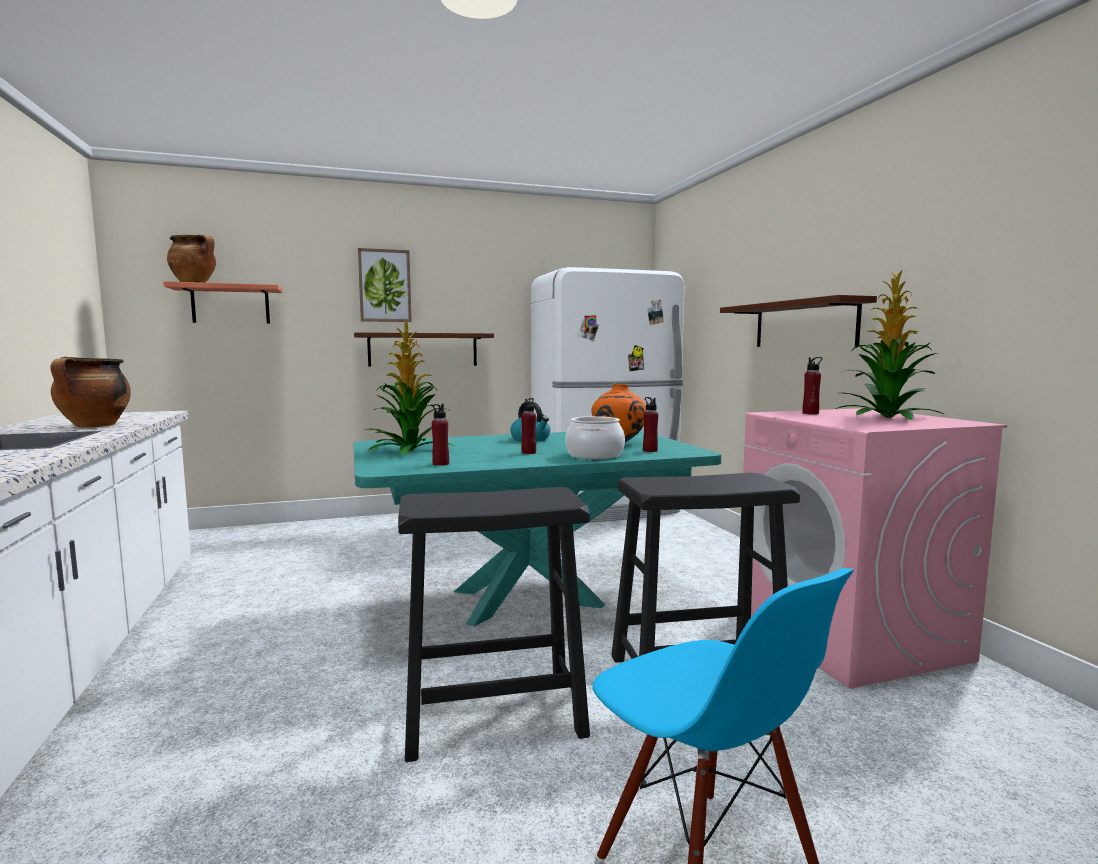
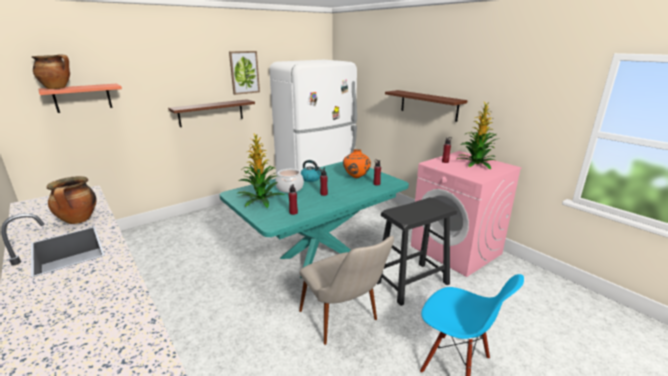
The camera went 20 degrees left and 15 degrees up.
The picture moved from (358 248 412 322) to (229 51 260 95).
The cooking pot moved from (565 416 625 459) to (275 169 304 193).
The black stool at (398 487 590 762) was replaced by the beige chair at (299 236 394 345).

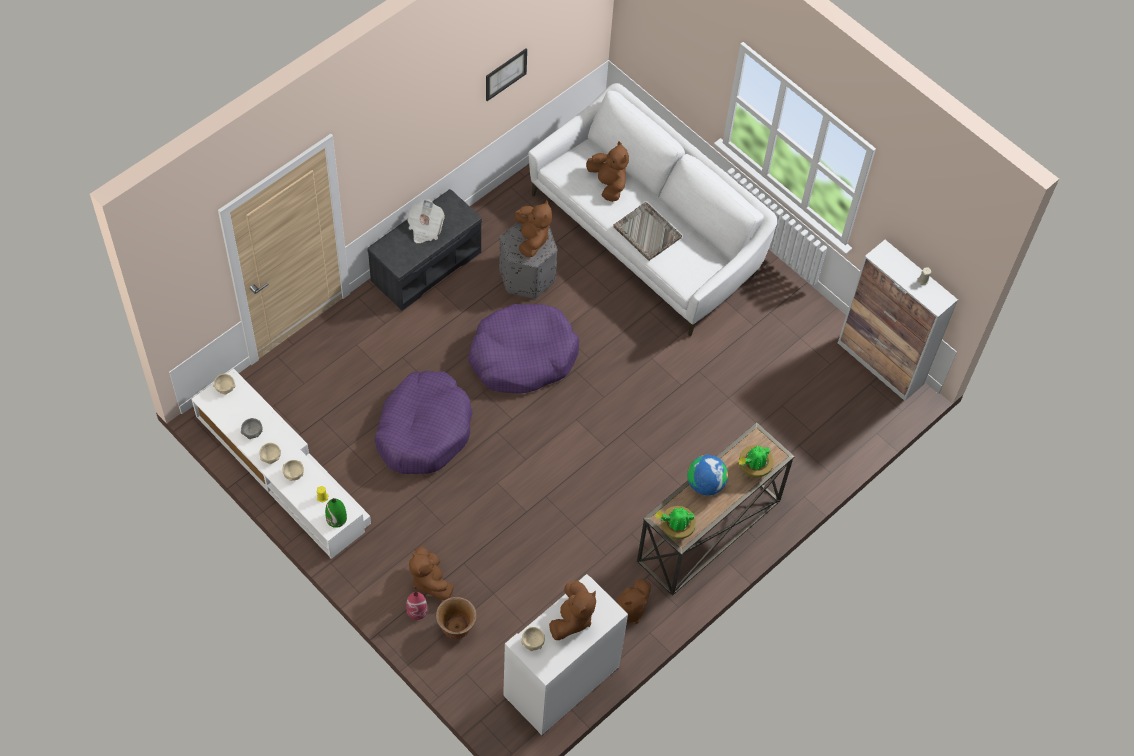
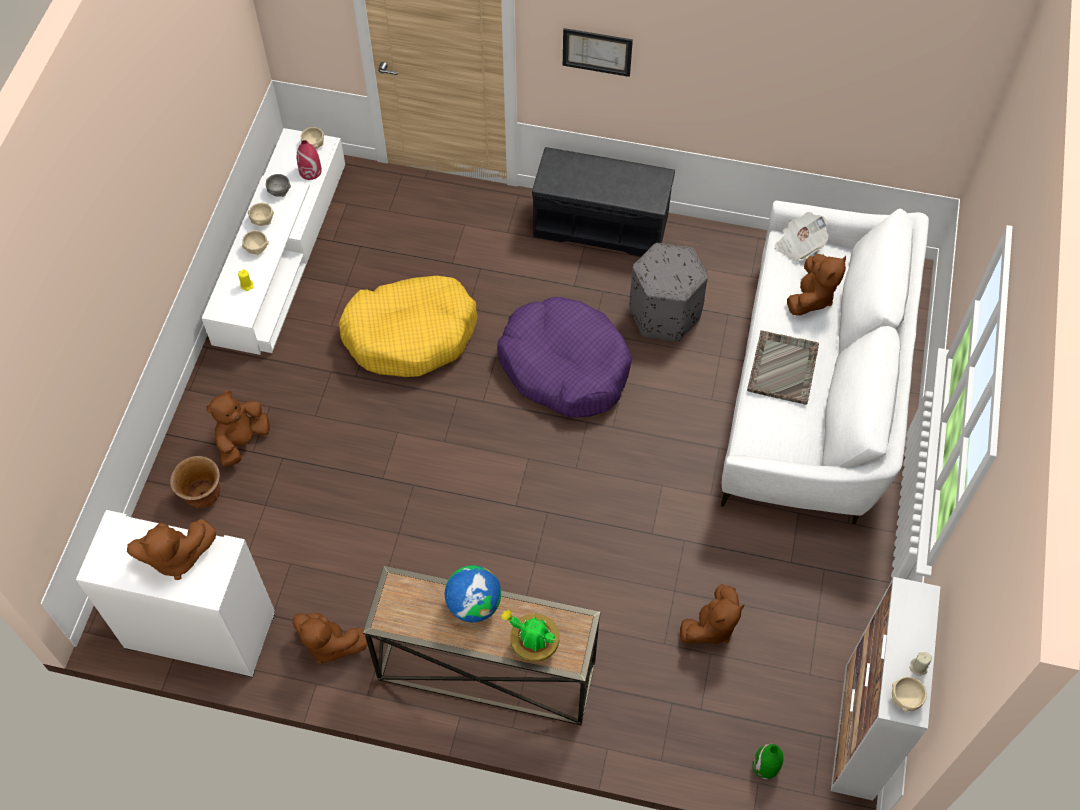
The camera went 60 degrees right and 0 degrees up.
The potted plant at (655 506 696 539) disappeared.
The green vase moved from (325 498 347 528) to (752 744 783 779).
The red vase moved from (406 592 427 620) to (297 140 322 180).
The newspaper moved from (407 199 445 243) to (775 212 829 262).
The picture moved from (486 48 527 101) to (563 28 633 77).
The brown plush toy moved from (515 200 552 257) to (680 584 744 644).
The beige bowl moved from (521 627 545 651) to (892 677 927 712).
The purple dog bed at (374 370 473 474) became the yellow dog bed at (338 276 478 377).

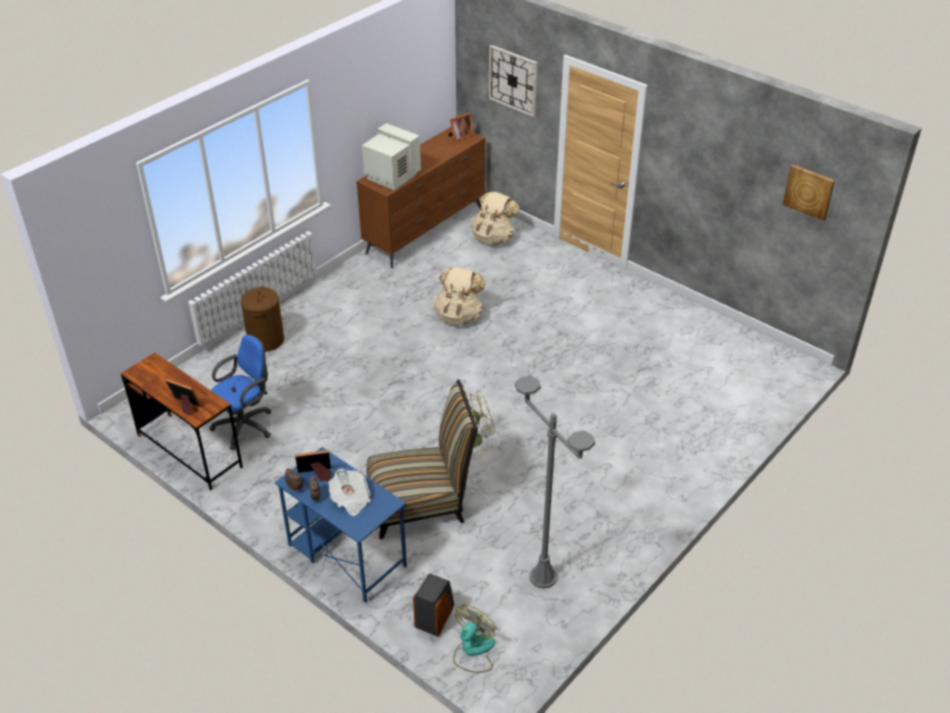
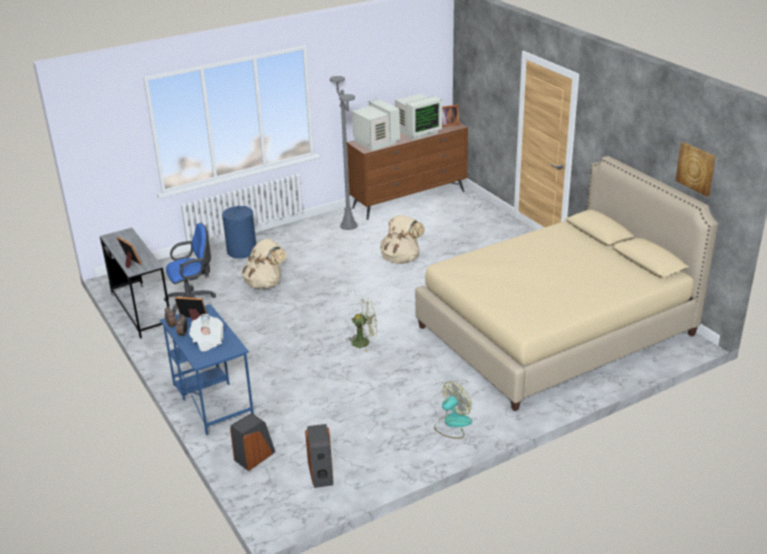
The camera went 20 degrees right and 10 degrees down.
The chair at (366 380 478 539) disappeared.
The wall clock at (489 45 537 117) disappeared.
The speaker at (305 424 333 488) appeared.
The monitor at (395 94 442 140) appeared.
The beige bed at (415 156 718 411) appeared.
The fan moved from (453 604 496 673) to (434 381 472 439).
The beige backpack moved from (471 191 519 245) to (241 239 286 289).
The grey floor lamp moved from (515 376 595 589) to (330 76 357 230).
The brown desk at (121 353 243 490) became the grey desk at (100 228 169 338).
The brown laundry basket at (241 286 284 352) became the blue laundry basket at (222 206 256 259).

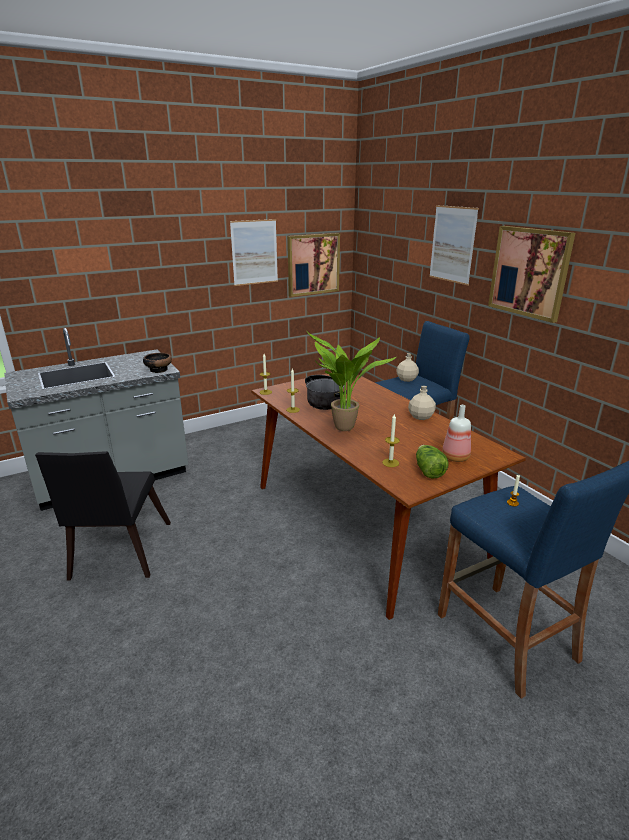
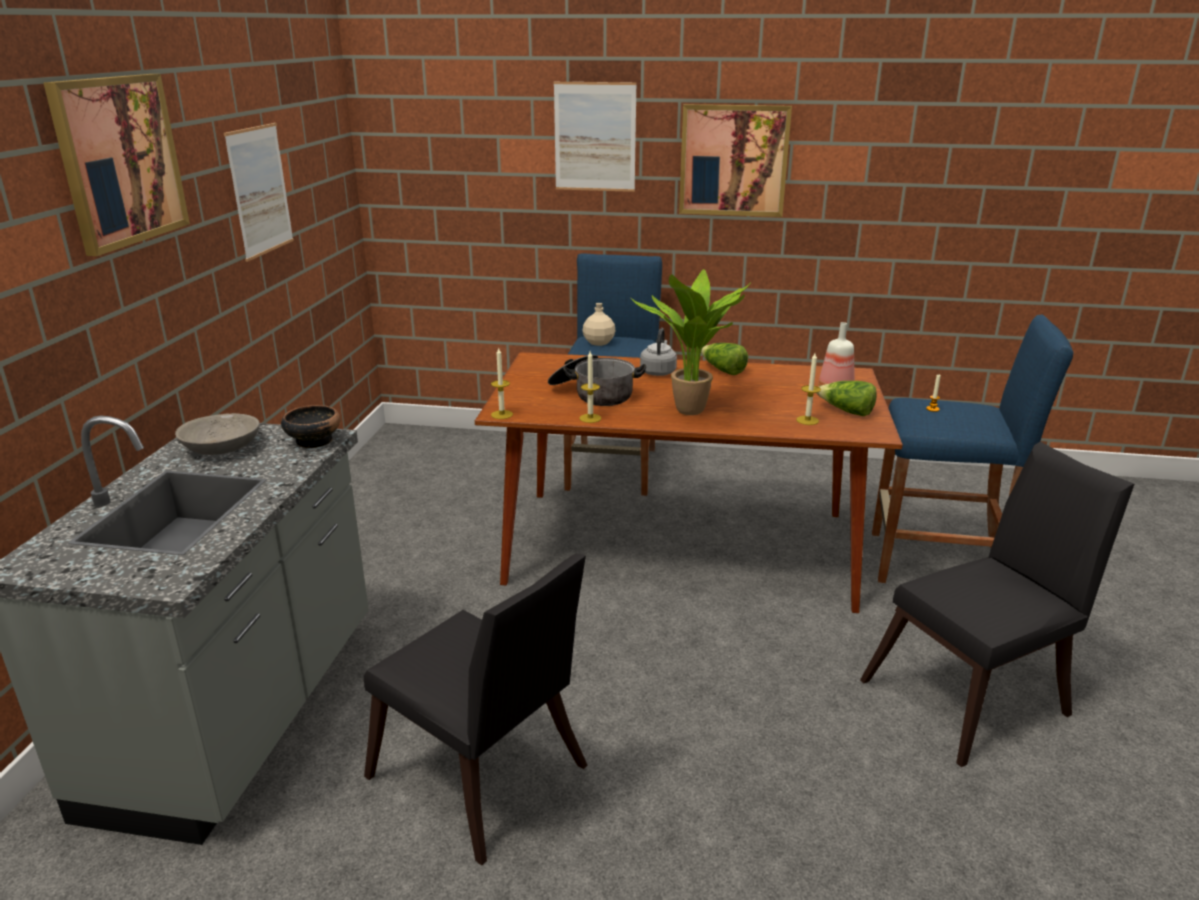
The camera went 50 degrees left and 0 degrees up.
The grey bowl at (175 413 260 455) appeared.
The grey kettle at (640 328 677 376) appeared.
The black chair at (860 442 1134 767) appeared.
The picture moved from (288 233 340 297) to (43 74 190 256).
The beige bottle at (408 385 436 420) was replaced by the lettuce at (701 343 748 375).

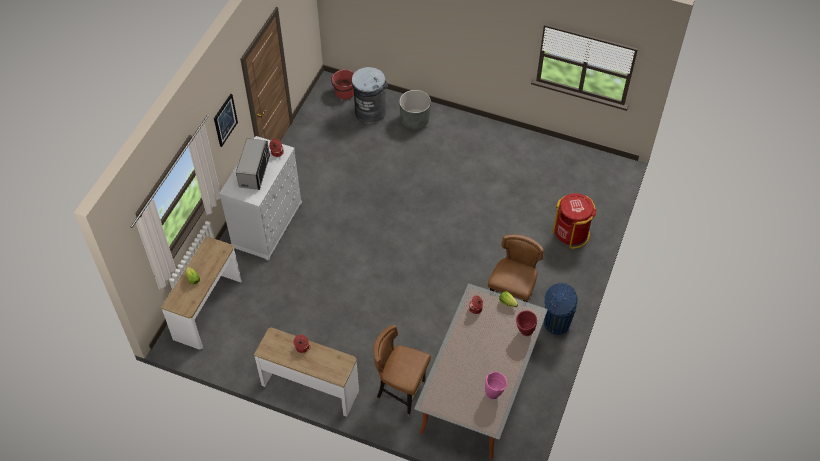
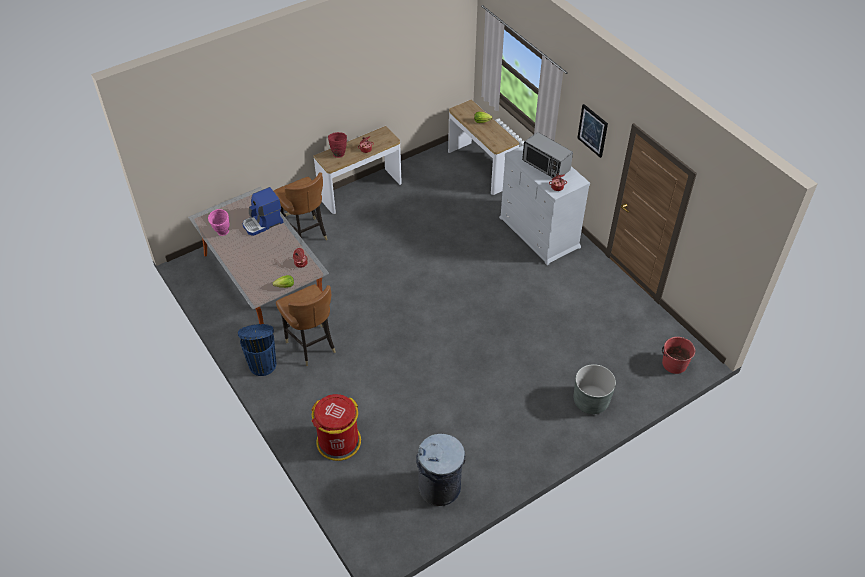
The camera went 125 degrees right and 5 degrees down.
The coffee machine at (243 187 284 236) appeared.
The grey trash can moved from (352 67 388 124) to (416 434 466 506).
The red vase moved from (516 310 537 336) to (328 132 347 158).
The brown chair at (373 325 431 417) turned 90 degrees clockwise.

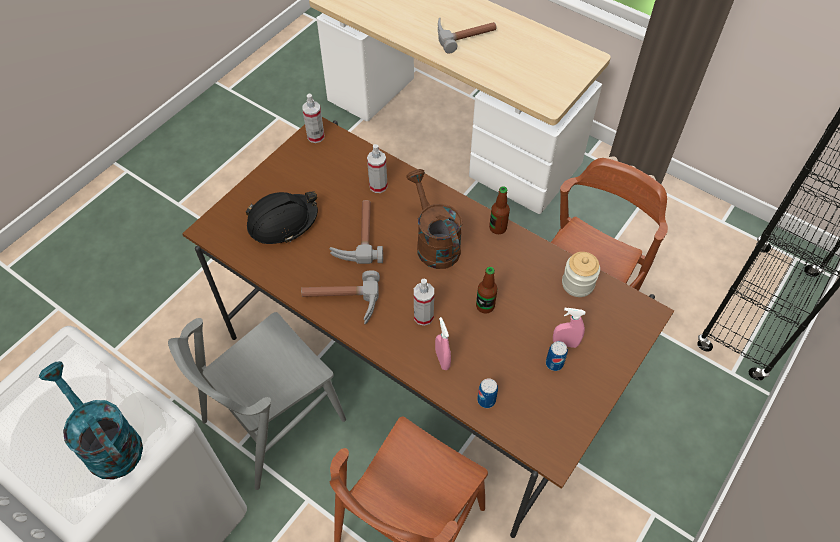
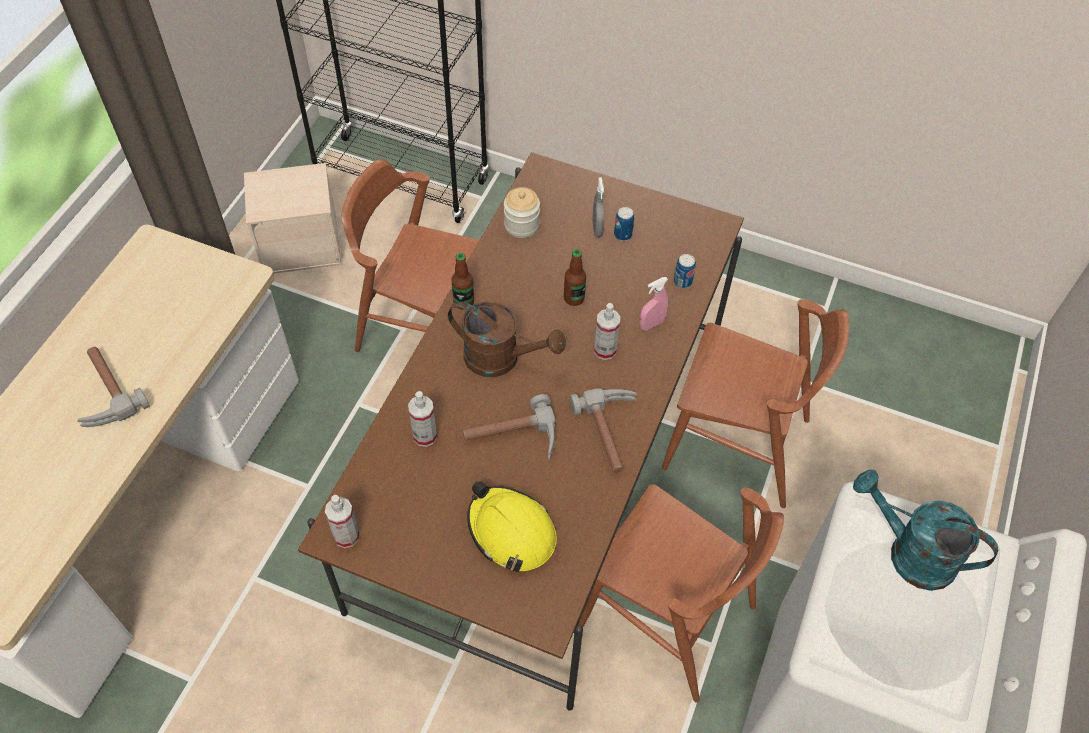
The camera went 105 degrees left and 0 degrees up.
The beige storage box at (244 163 342 274) appeared.
The grey chair at (168 312 346 490) became the brown chair at (578 484 784 703).
The black hard hat at (246 191 318 244) became the yellow hard hat at (467 481 557 572).
The pink spray bottle at (553 308 585 348) became the grey spray bottle at (592 177 604 237).
The turquoise watering can at (39 361 143 480) turned 90 degrees clockwise.
The brown watering can at (406 169 462 269) turned 120 degrees counterclockwise.

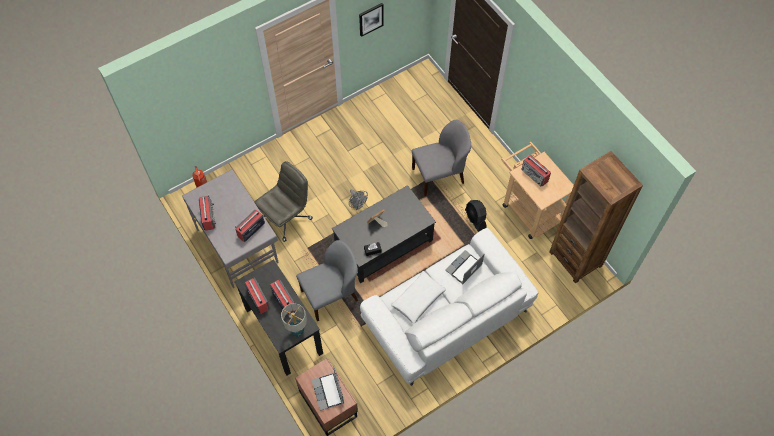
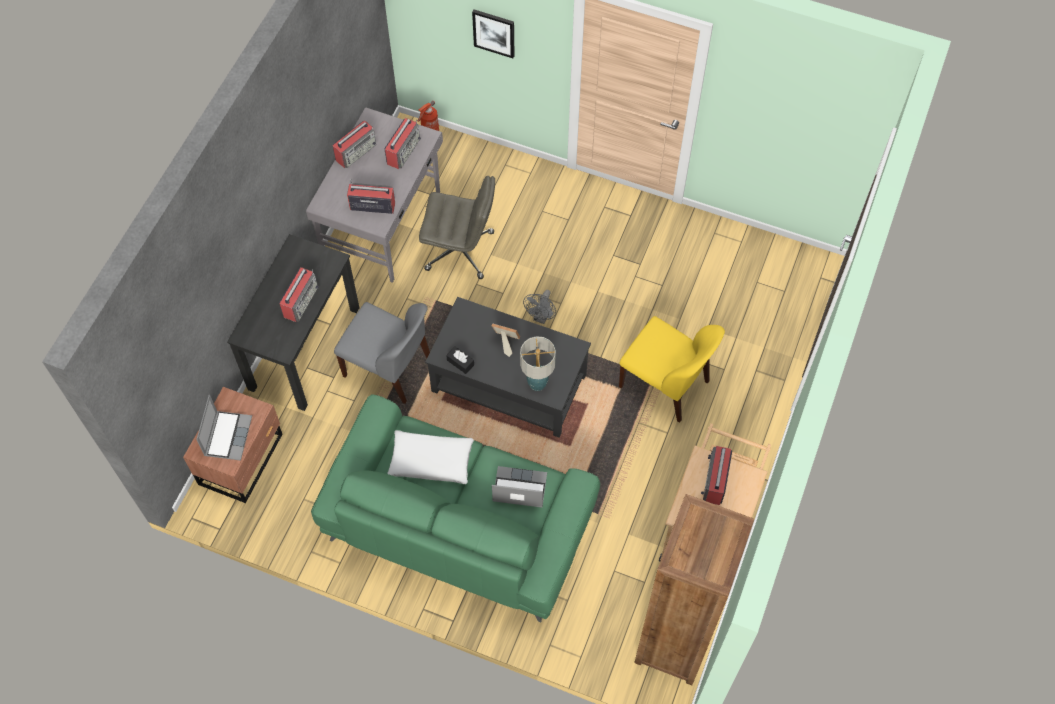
The camera went 55 degrees right and 0 degrees up.
The black fan at (465 200 486 232) disappeared.
The radio moved from (245 278 270 314) to (384 118 421 169).
The table lamp moved from (281 303 307 337) to (520 336 556 391).
The picture moved from (359 3 384 37) to (472 9 515 58).
The white sofa at (360 228 538 386) became the green sofa at (311 394 600 622).
The grey chair at (412 120 471 196) became the yellow chair at (619 316 725 423).
The laptop at (312 365 344 411) turned 150 degrees clockwise.

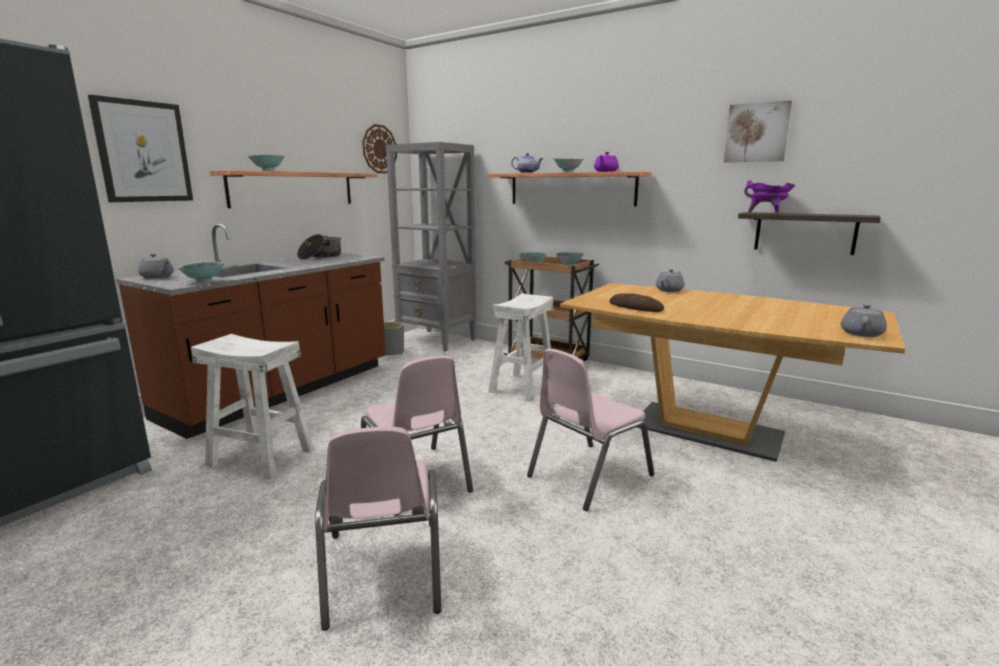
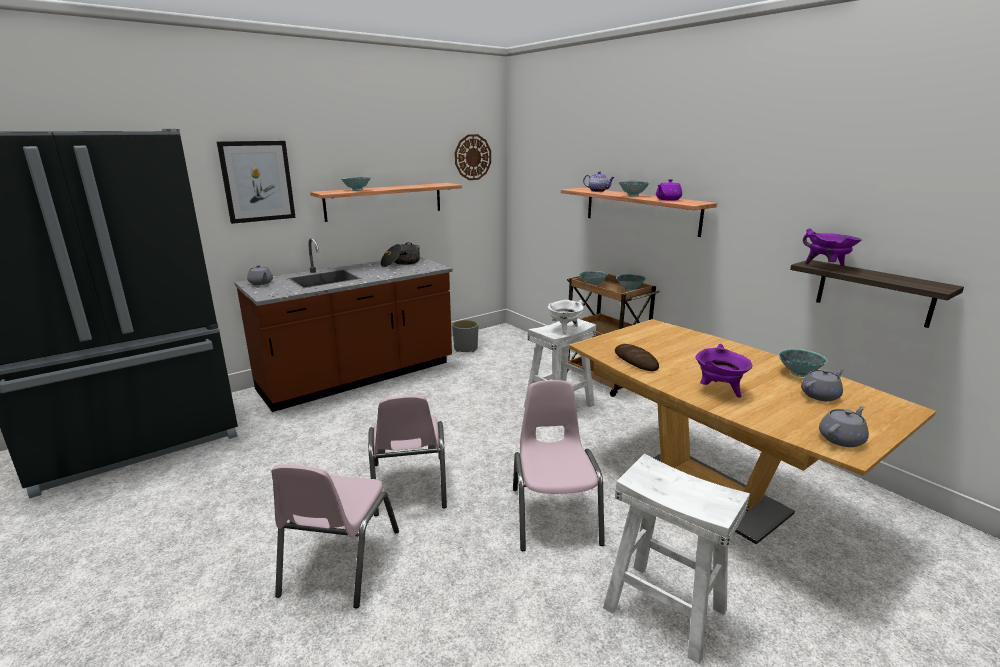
The camera went 20 degrees right and 5 degrees up.
The grey bookcase at (385 142 476 352) disappeared.
The picture at (724 100 792 162) disappeared.
The white cooking pot at (548 300 584 334) appeared.
The purple cooking pot at (696 344 752 398) appeared.
The bowl moved from (177 262 225 283) to (778 349 828 377).
The white stool moved from (191 334 314 480) to (603 454 750 664).
The grey teapot moved from (656 269 684 292) to (801 369 844 401).
The pink chair at (527 349 654 511) turned 105 degrees clockwise.

